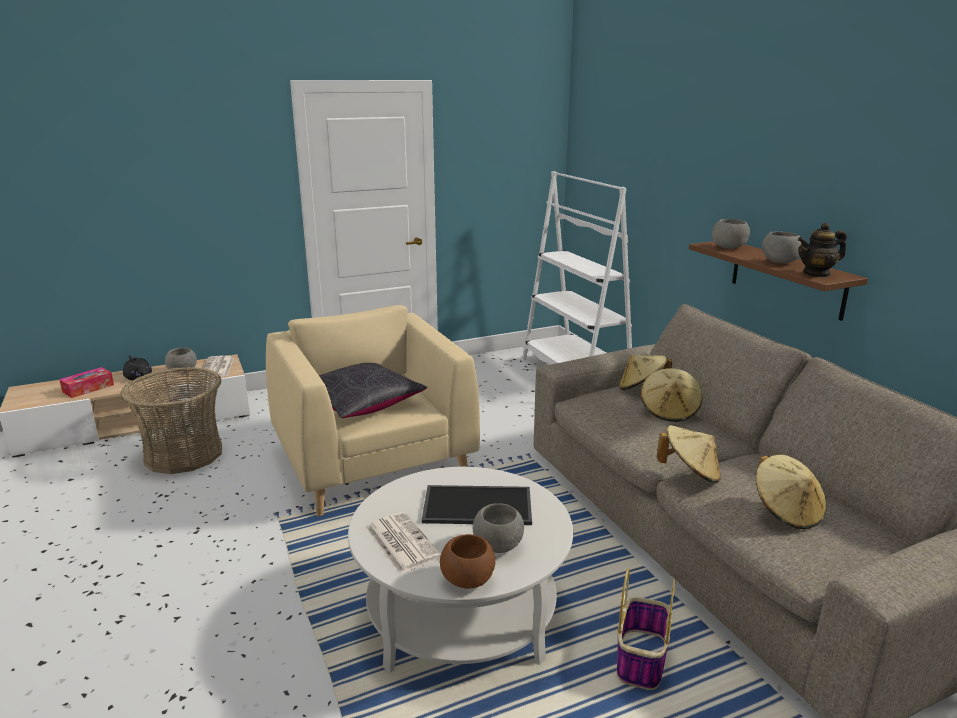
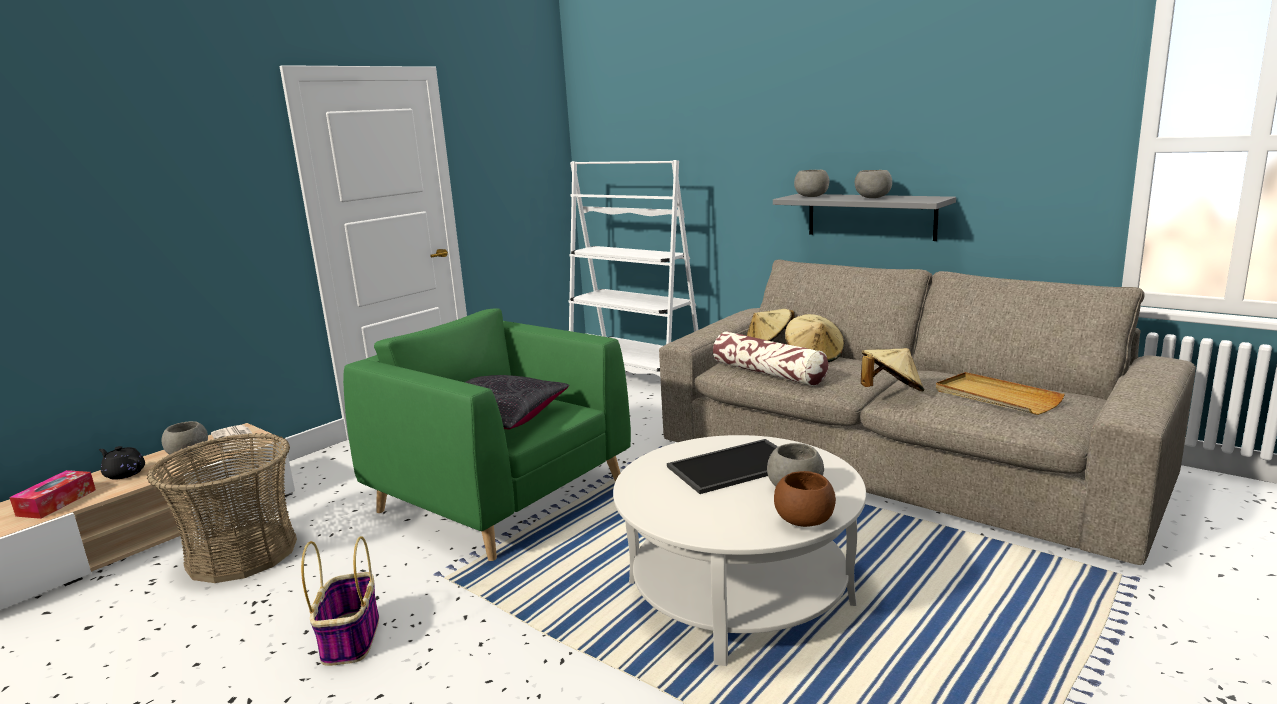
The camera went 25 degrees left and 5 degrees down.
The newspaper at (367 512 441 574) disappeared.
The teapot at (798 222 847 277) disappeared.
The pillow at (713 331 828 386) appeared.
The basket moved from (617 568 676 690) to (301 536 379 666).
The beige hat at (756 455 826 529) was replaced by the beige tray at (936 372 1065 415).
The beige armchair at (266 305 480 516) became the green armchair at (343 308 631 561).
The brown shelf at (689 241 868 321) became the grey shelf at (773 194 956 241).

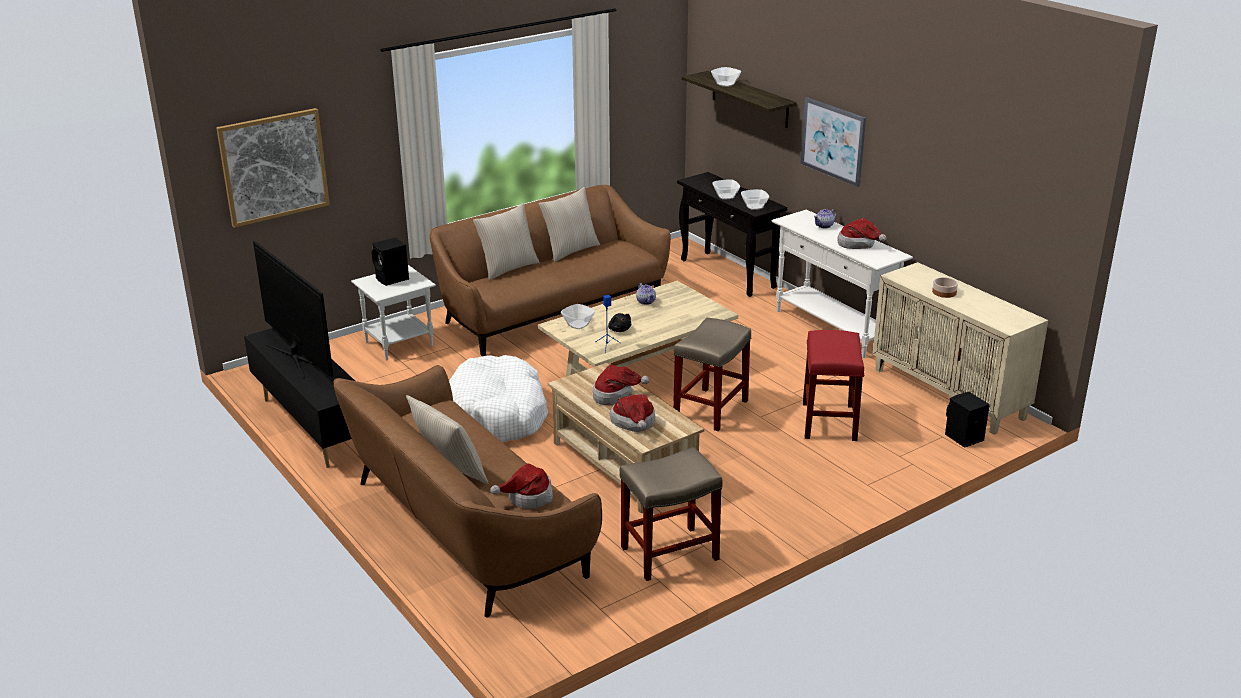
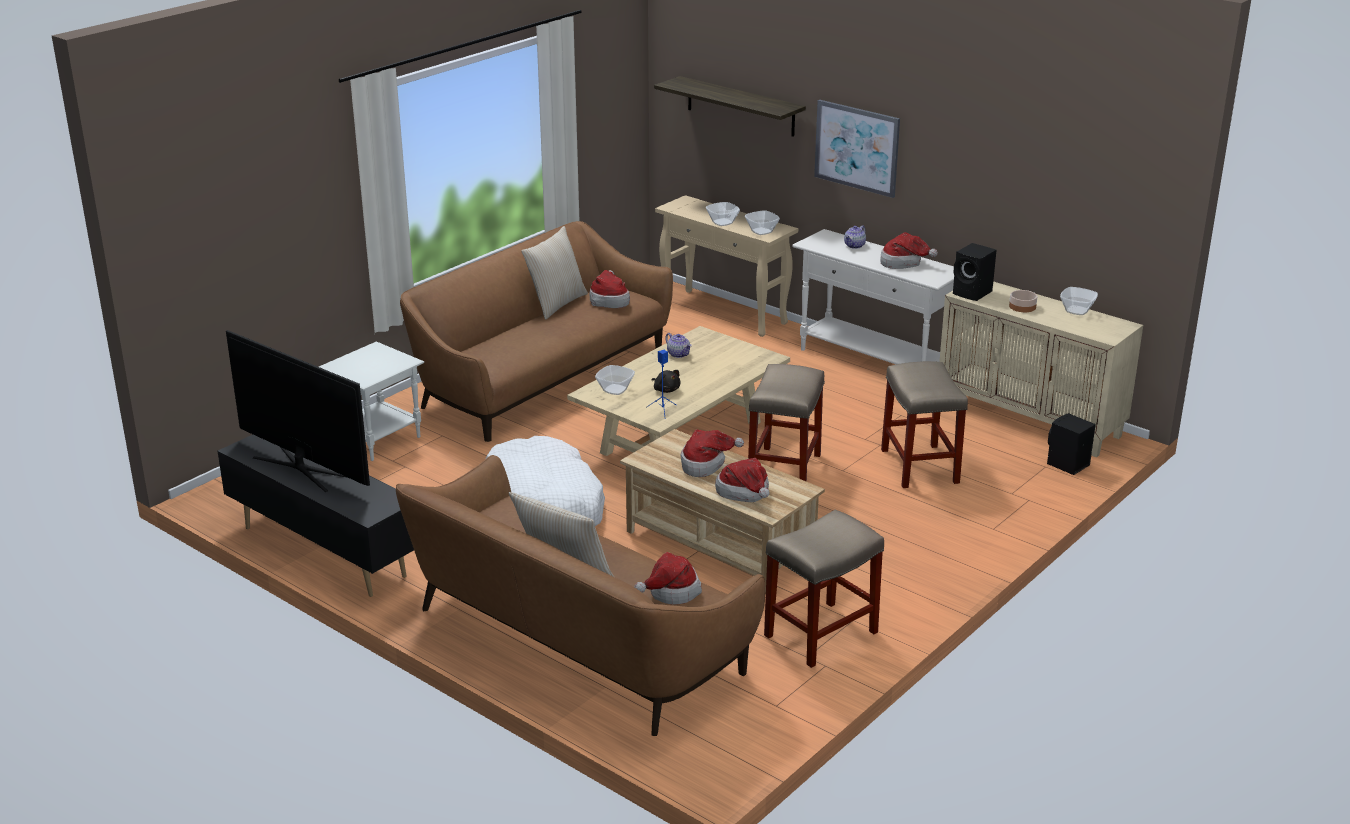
The camera went 15 degrees left and 0 degrees up.
The picture at (216 108 330 228) disappeared.
The beige pillow at (473 203 540 280) disappeared.
The hat at (589 270 630 308) appeared.
The black speaker moved from (372 237 409 286) to (953 243 996 301).
The bowl moved from (711 67 741 87) to (1060 287 1098 315).
The black console table at (677 172 787 297) became the beige console table at (655 195 798 337).
The red stool at (803 330 864 441) became the beige stool at (881 361 968 488).

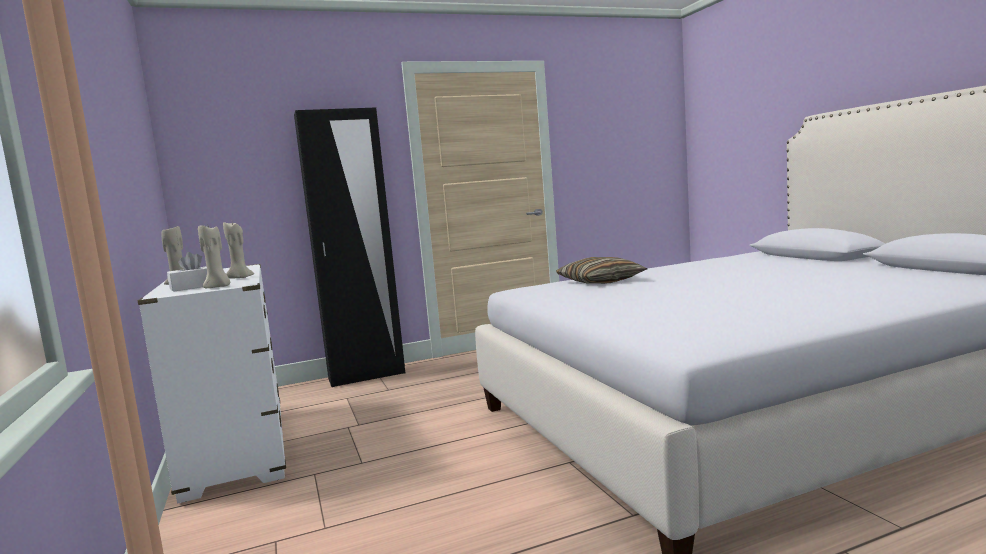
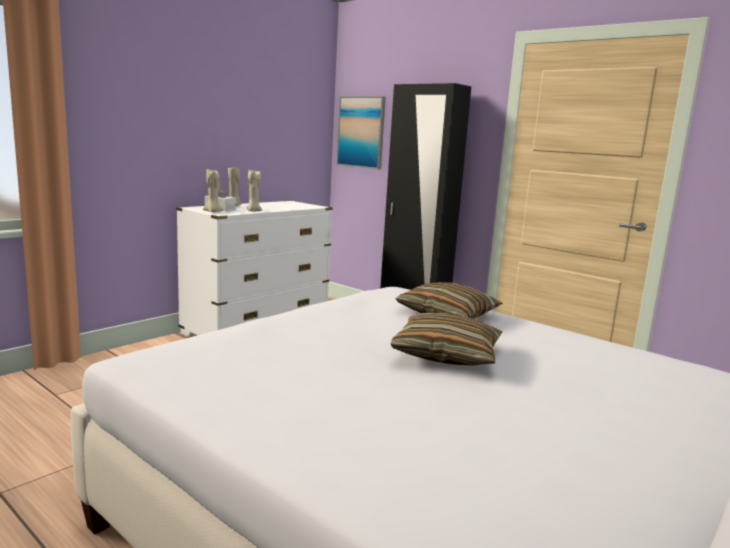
The camera went 60 degrees right and 5 degrees up.
The picture at (337 96 386 169) appeared.
The pillow at (391 313 502 366) appeared.

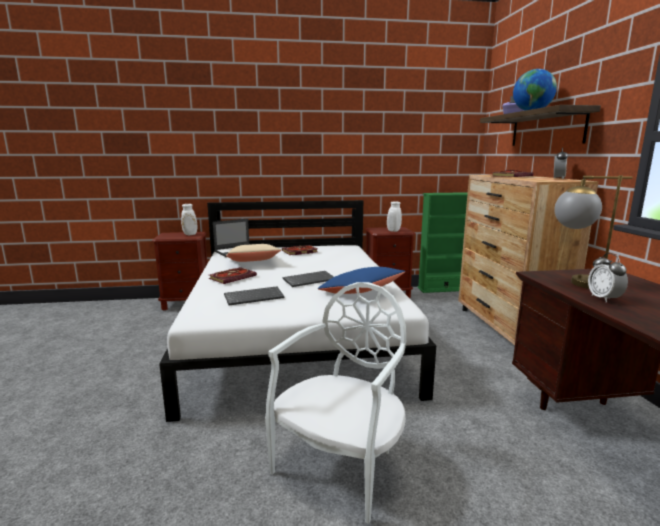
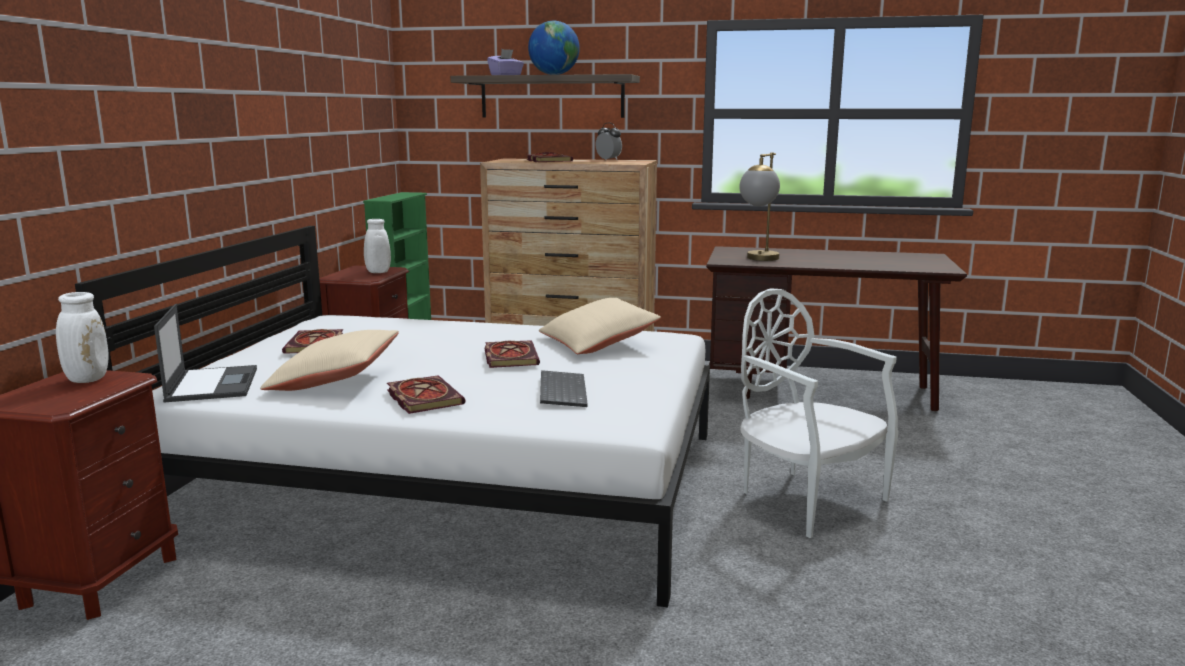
The camera went 70 degrees left and 0 degrees up.
The alarm clock at (588 253 628 302) disappeared.
The keyboard at (283 271 334 287) was replaced by the book at (485 340 540 368).
The blue pillow at (318 267 405 294) became the beige pillow at (539 298 661 354).

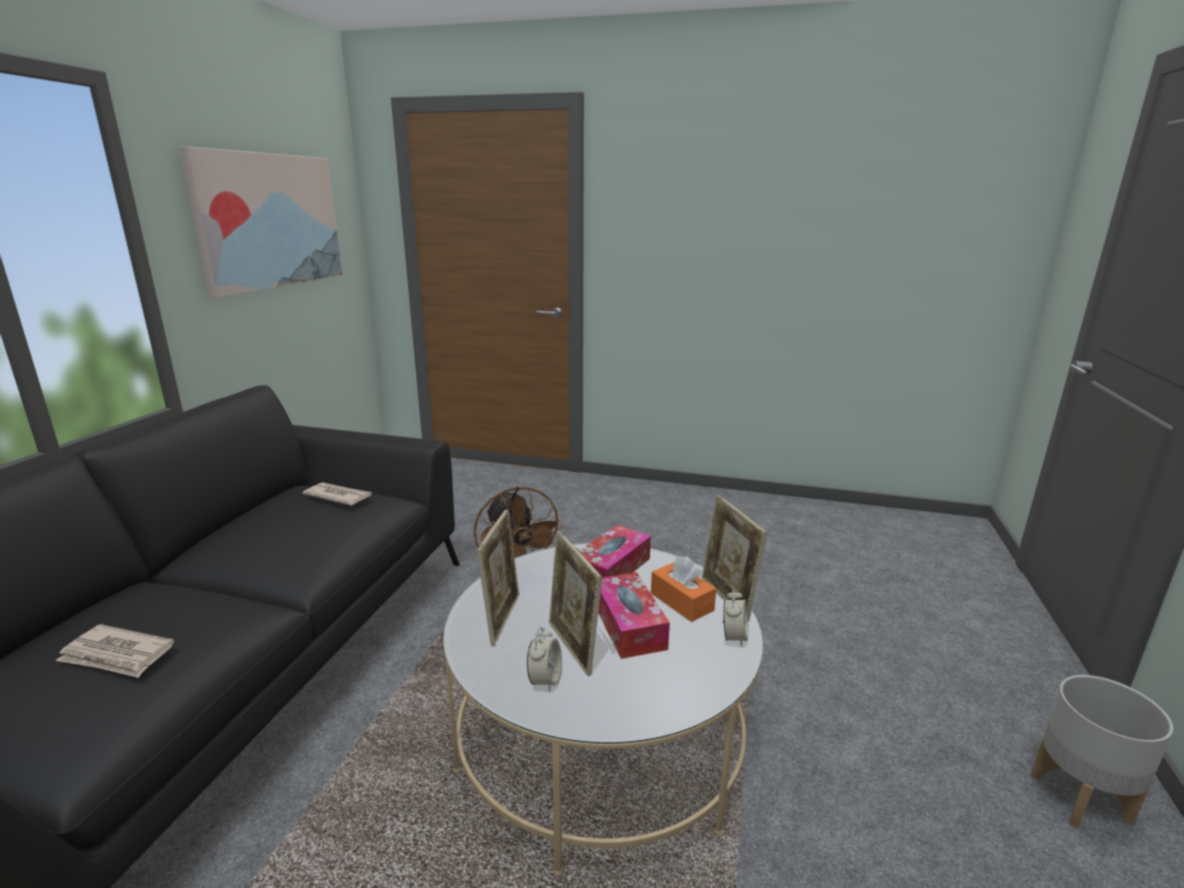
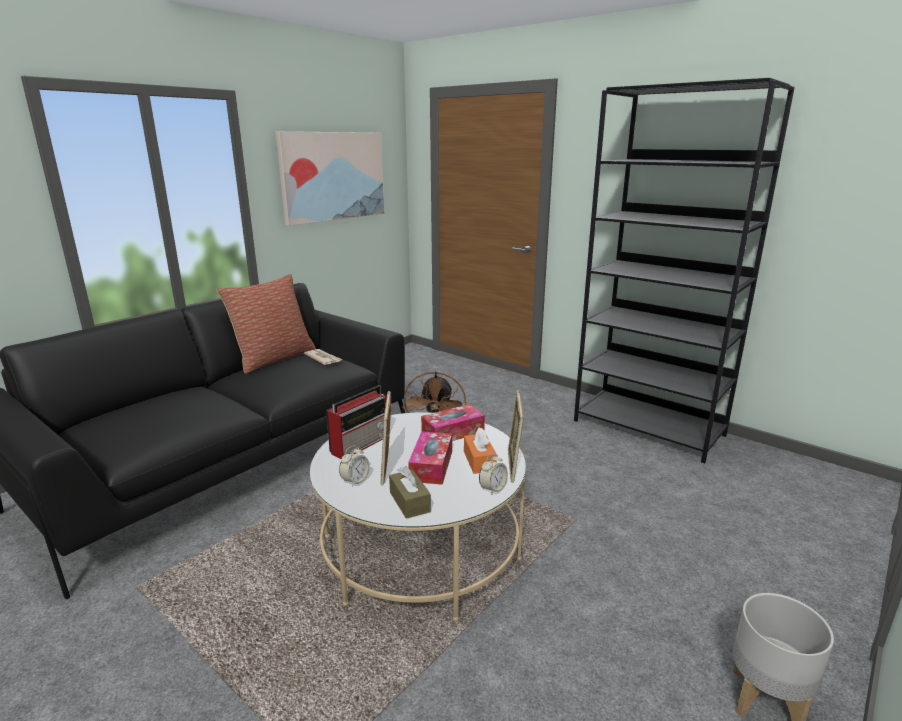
The camera went 25 degrees right and 0 degrees up.
The newspaper at (56 624 174 678) disappeared.
The pillow at (217 274 316 374) appeared.
The brown tissue box at (389 466 431 519) appeared.
The black bookcase at (574 78 795 463) appeared.
The picture frame at (477 509 519 646) was replaced by the radio at (326 385 386 459).

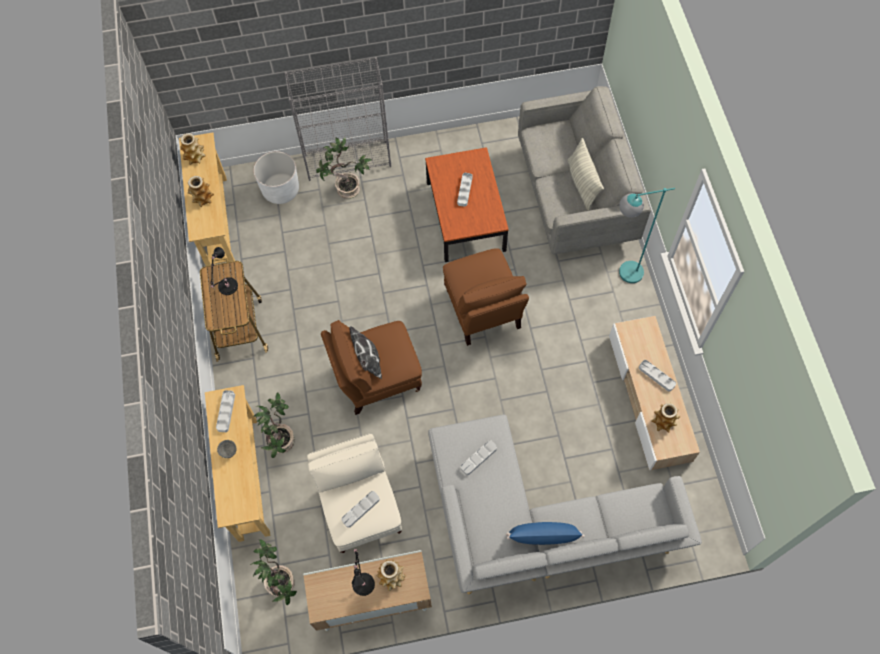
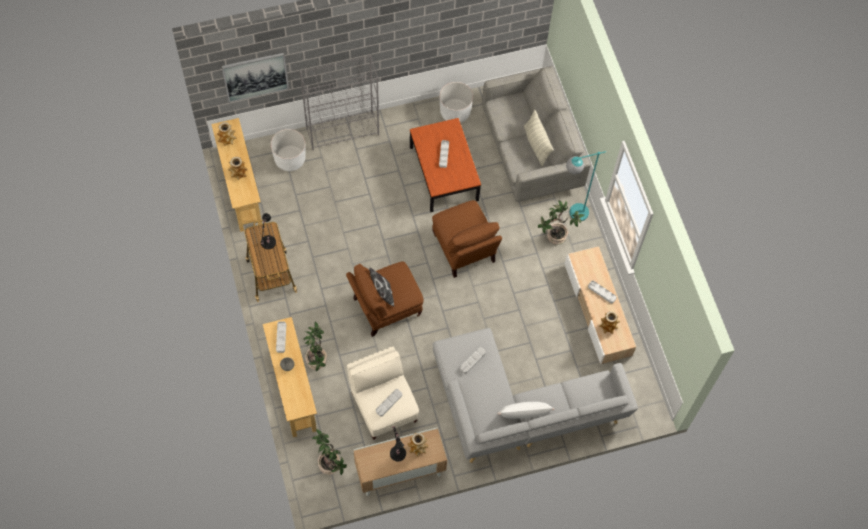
The camera went 10 degrees left and 0 degrees up.
The picture at (221 52 289 103) appeared.
The white planter at (440 82 473 123) appeared.
The potted plant moved from (316 137 372 199) to (538 200 584 245).
The blue pillow at (506 522 585 545) became the white pillow at (497 402 554 419).

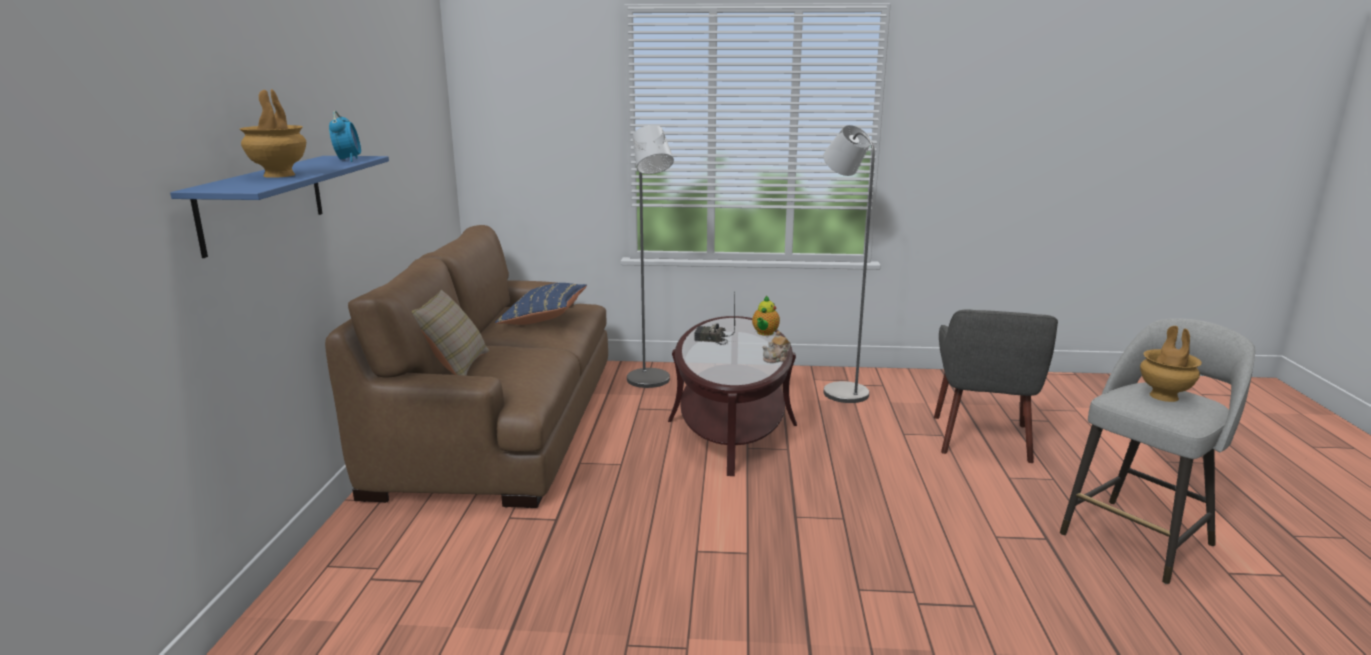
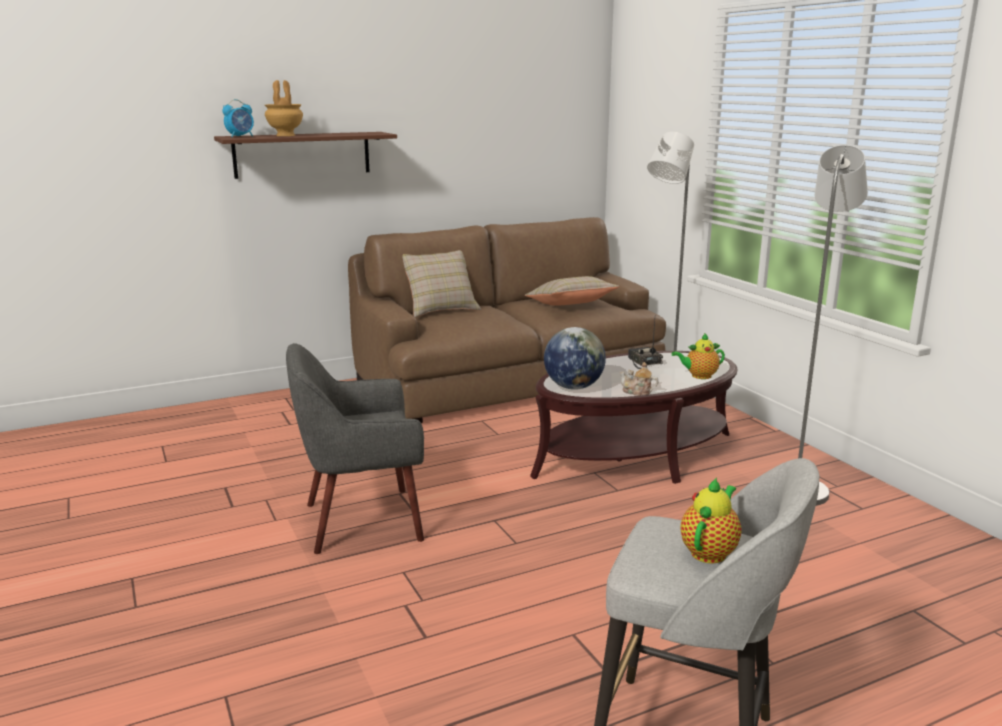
The camera went 60 degrees right and 0 degrees up.
The globe at (544 327 606 390) appeared.
The alarm clock moved from (329 111 361 162) to (222 99 254 137).
The grey armchair moved from (934 309 1058 463) to (286 343 424 554).
The brown vase at (1140 326 1202 402) was replaced by the teapot at (680 477 741 563).
The blue shelf at (170 156 389 258) became the brown shelf at (214 132 397 179).
The blue pillow at (495 283 587 325) became the beige pillow at (525 276 619 306).

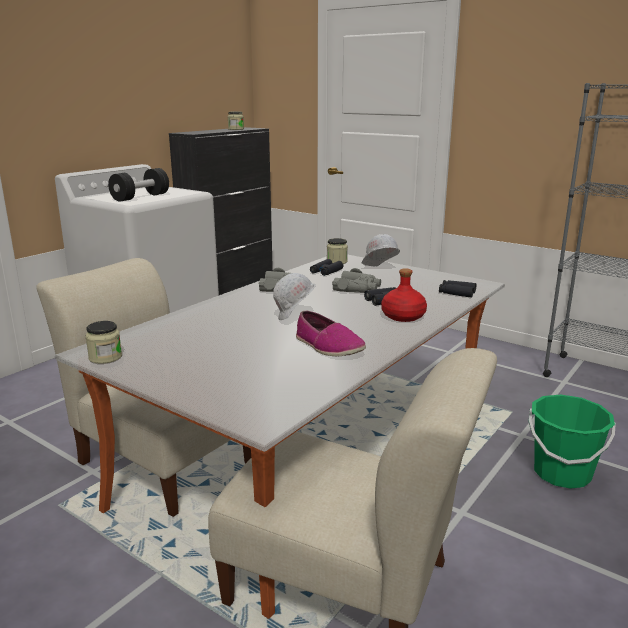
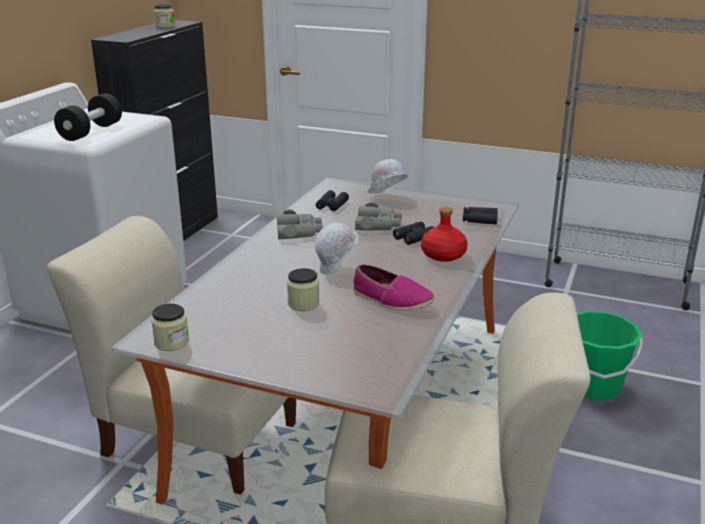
The camera went 15 degrees left and 5 degrees up.
The jar moved from (327 238 348 264) to (287 268 319 311).

